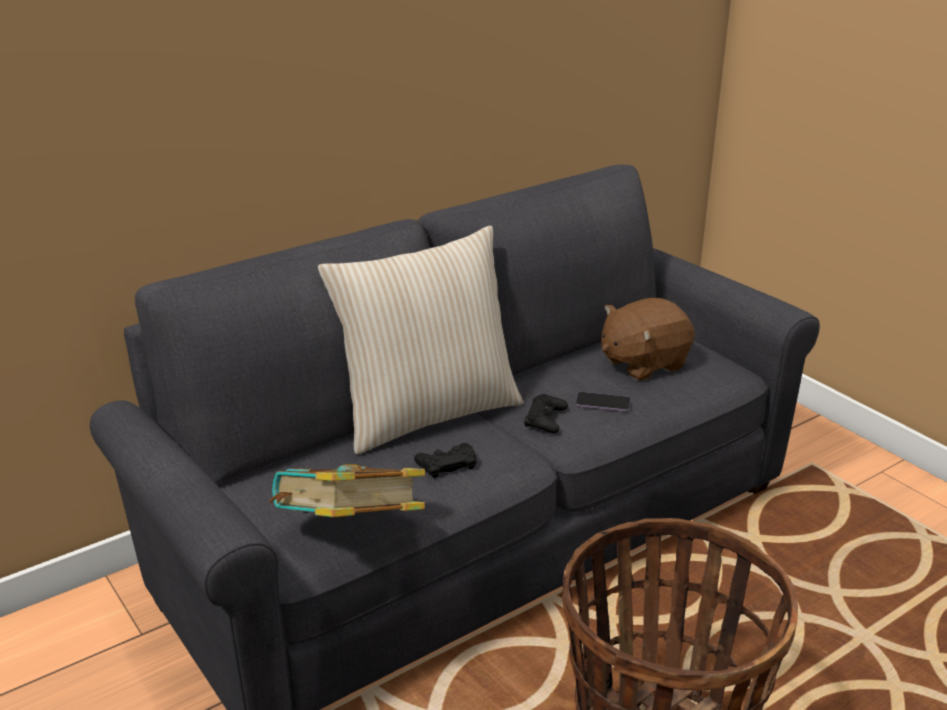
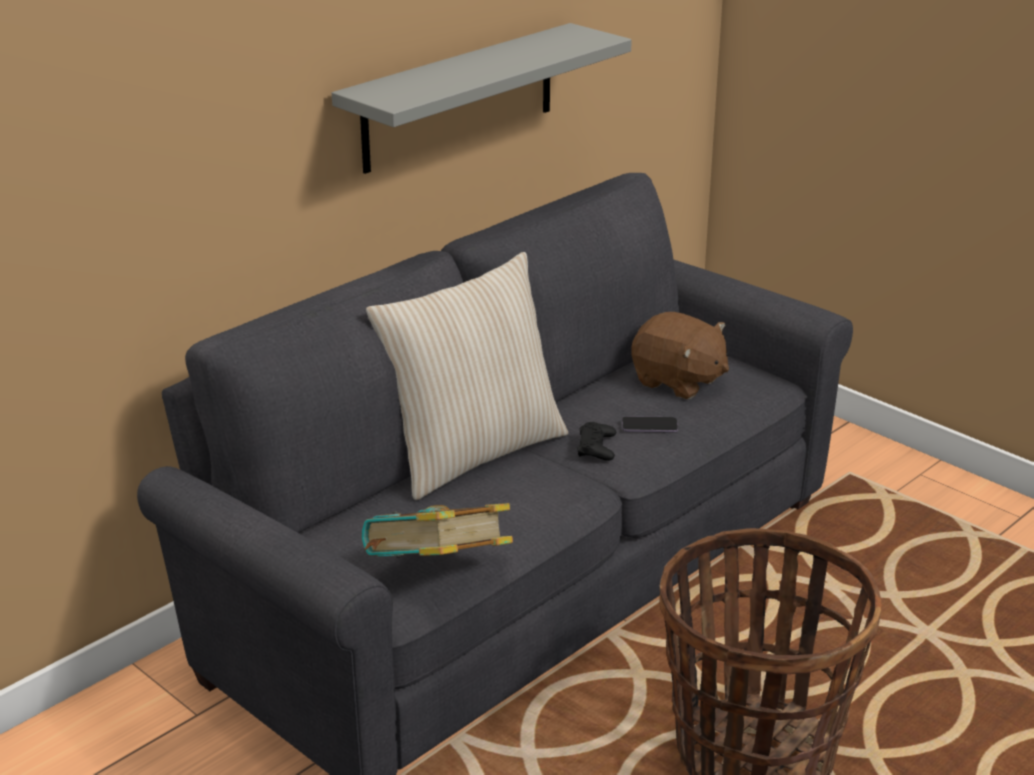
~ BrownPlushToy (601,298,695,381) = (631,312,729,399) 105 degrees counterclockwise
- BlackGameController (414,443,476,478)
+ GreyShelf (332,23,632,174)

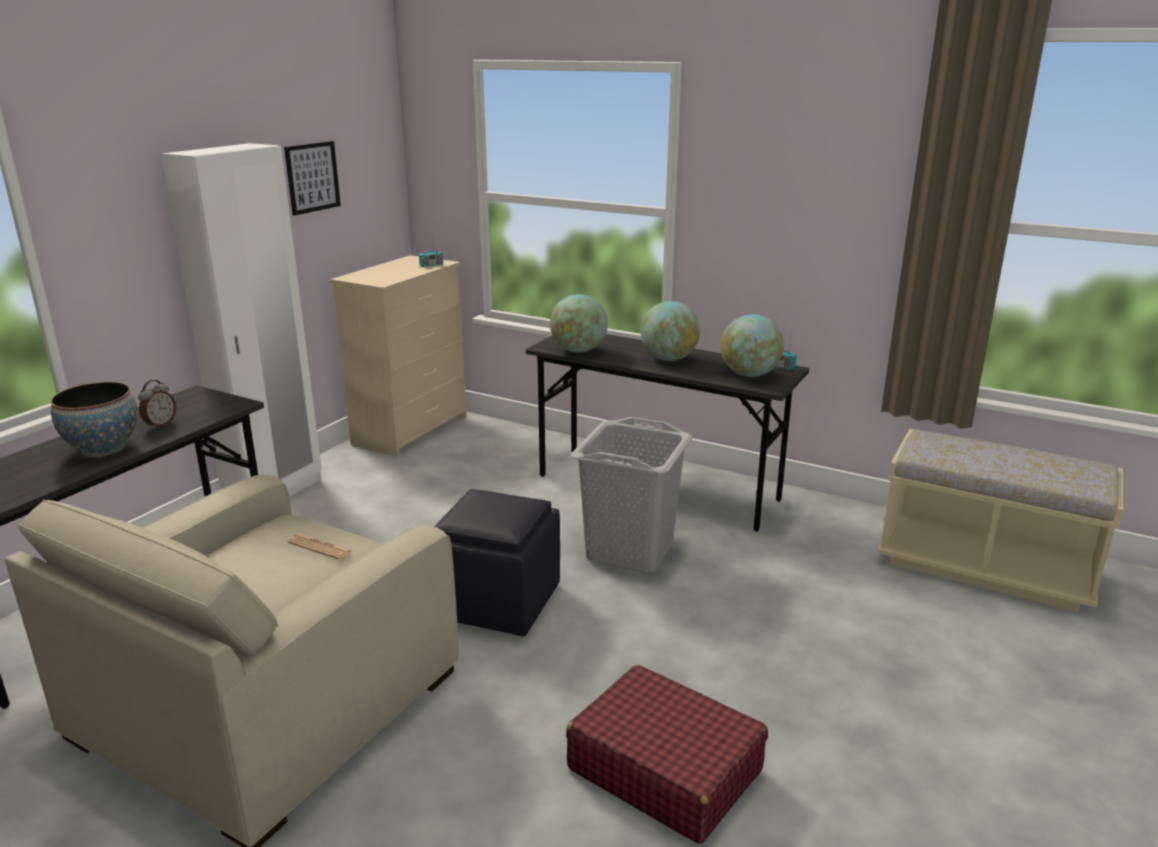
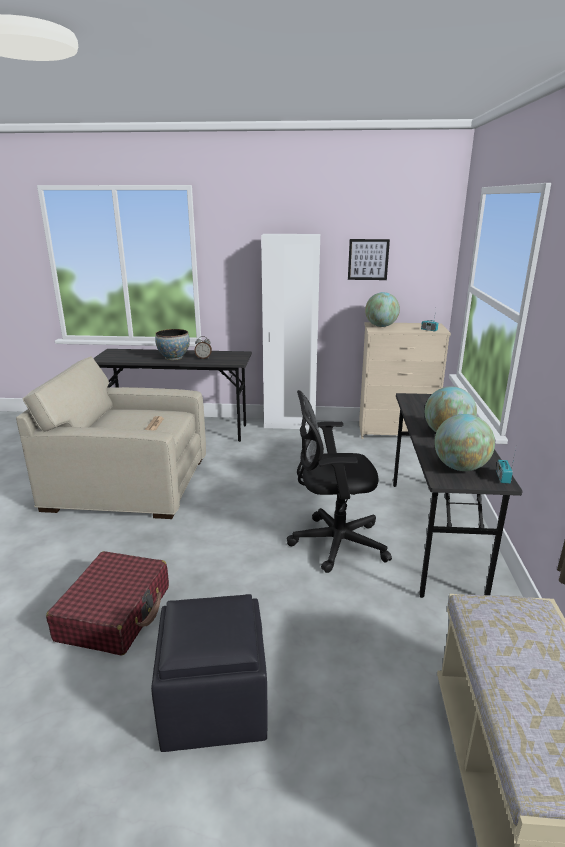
~ Globe (550,294,608,353) to (365,292,400,327)
~ GreyLaundryBasket (571,417,693,573) to BlackOfficeChair (287,390,392,573)
~ BlackOttoman (434,489,560,636) to (151,594,268,752)

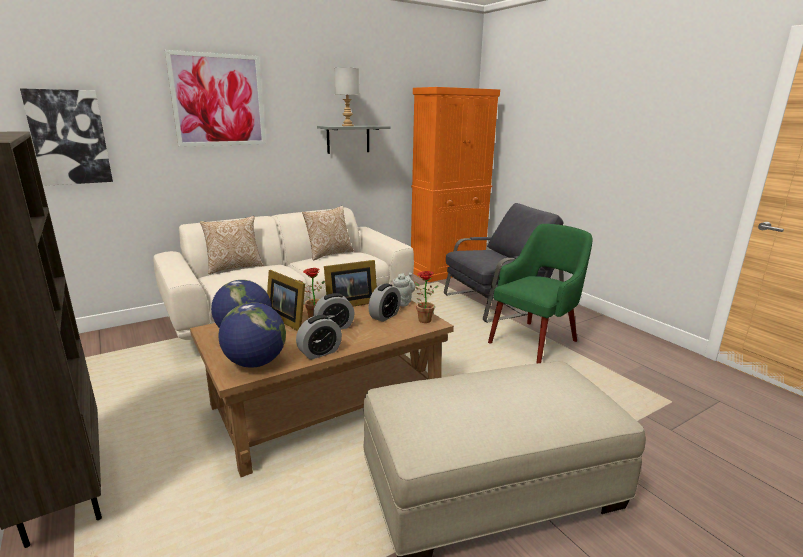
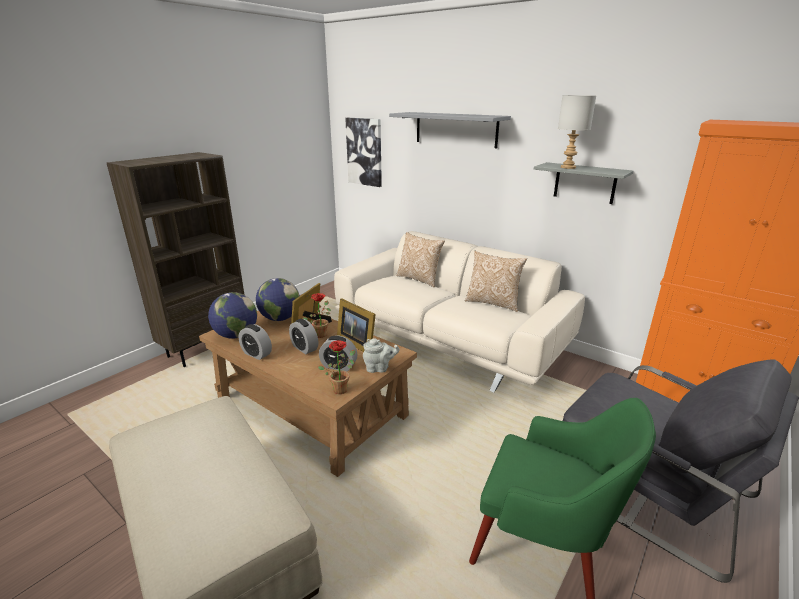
~ Picture (165,50,266,147) to GreyShelf (389,112,511,148)

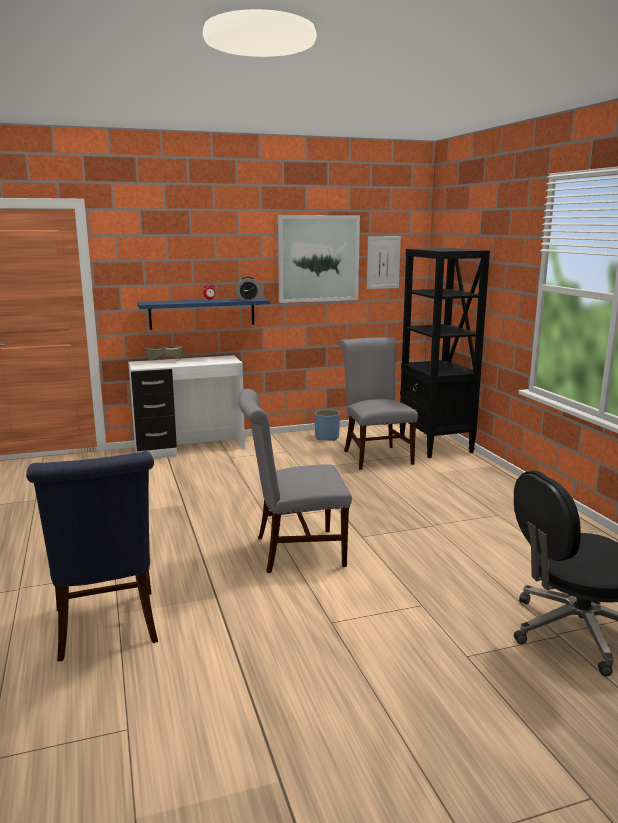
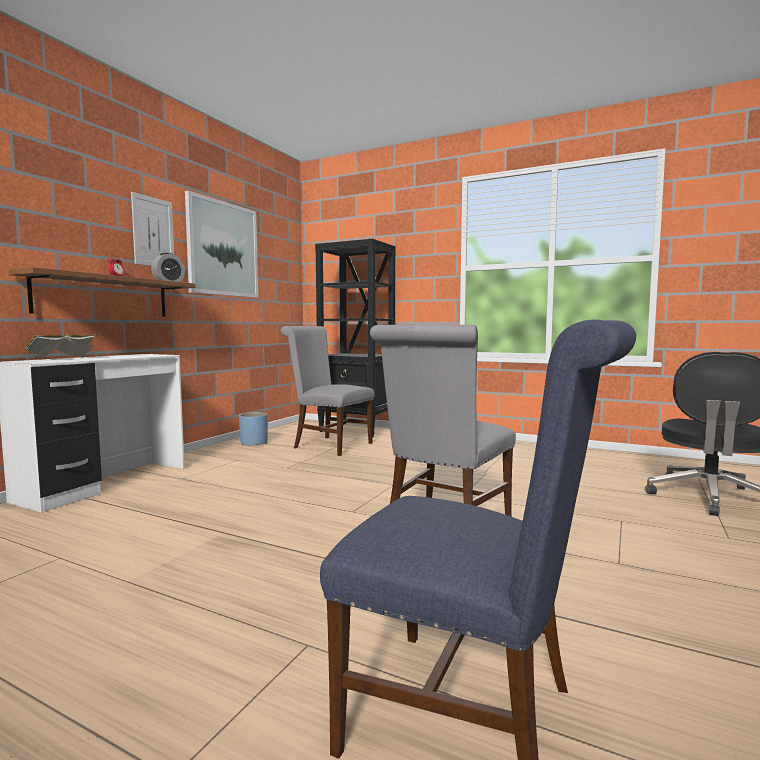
~ Picture (367,236,401,289) to (131,192,174,266)
~ BlueShelf (137,298,270,330) to BrownShelf (9,267,195,317)

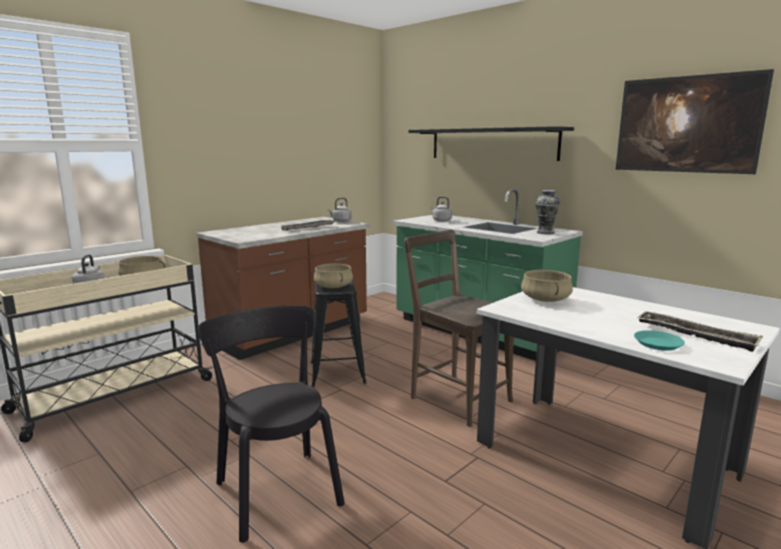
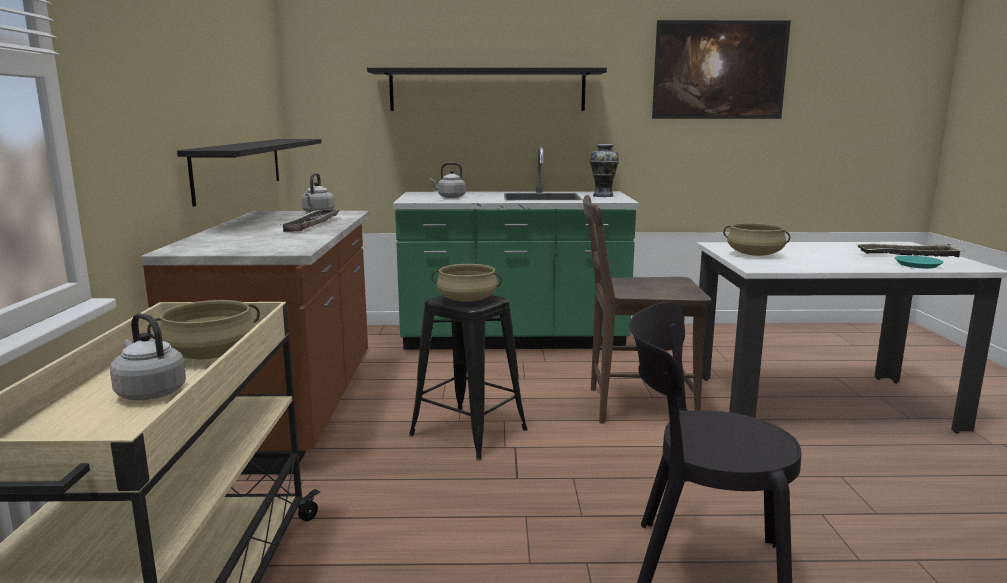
+ BlackShelf (177,139,322,207)

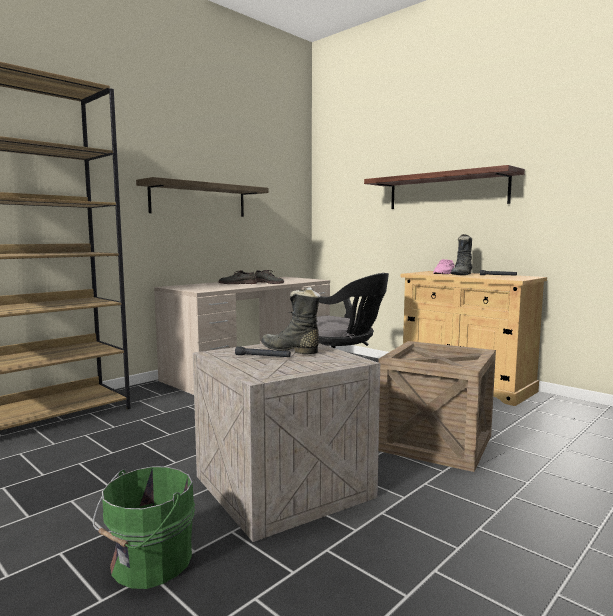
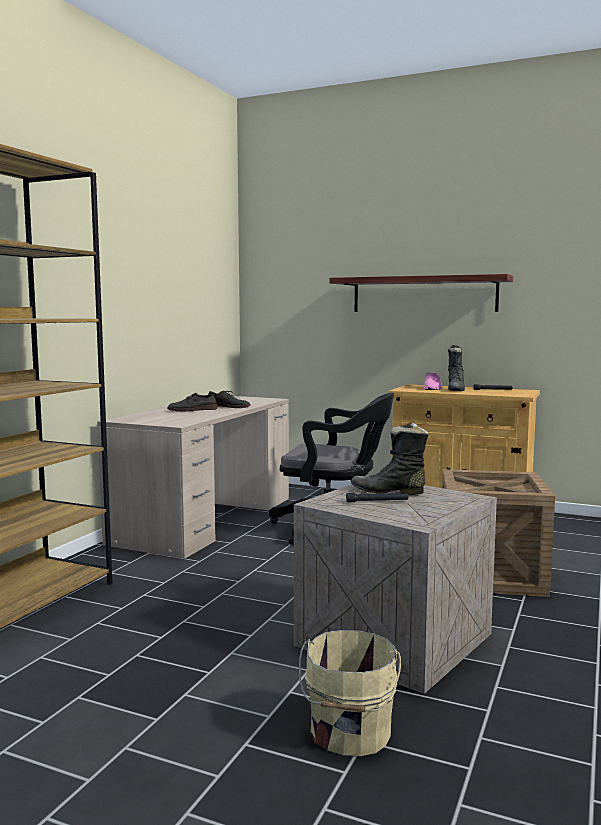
- Shelf (136,177,269,217)
~ GreenBucket (93,466,195,589) to BeigeBucket (299,630,401,756)

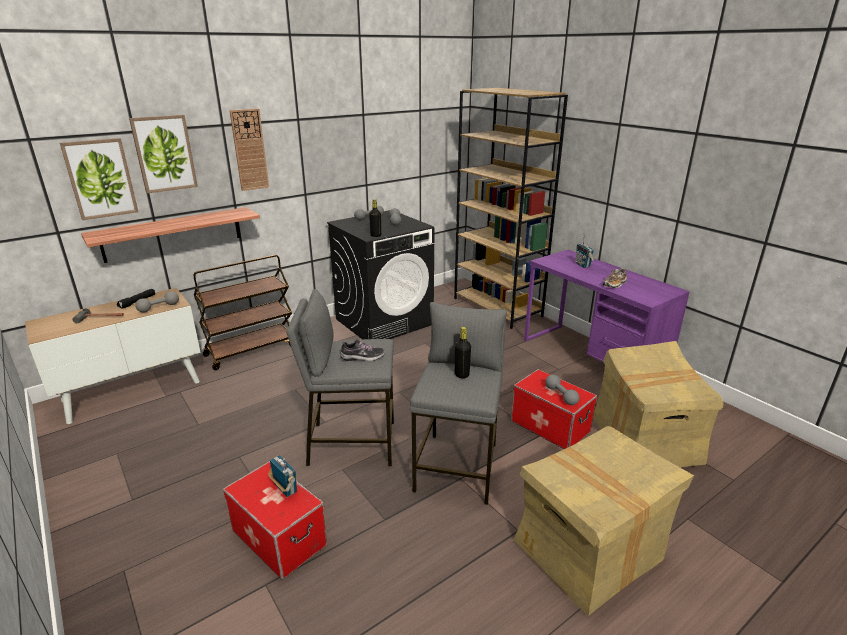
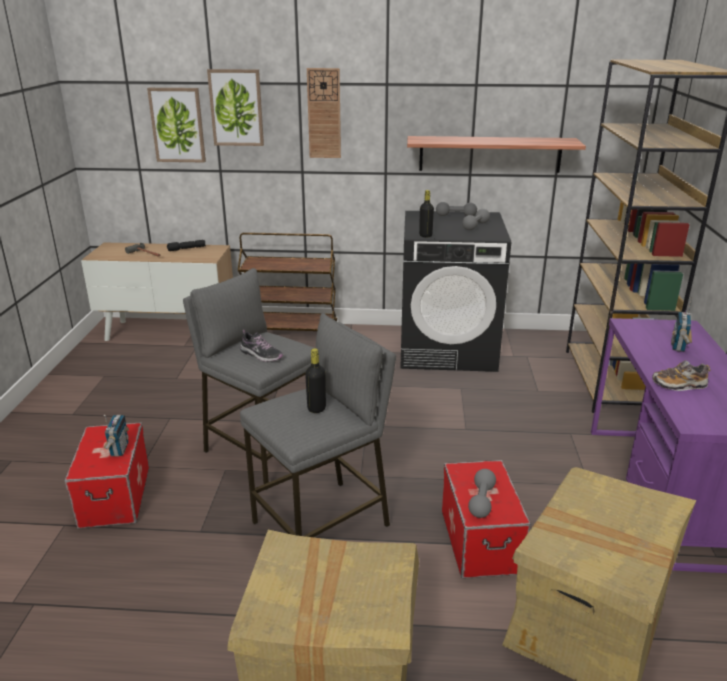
~ Shelf (81,207,260,263) to (407,136,586,173)
- GreyDumbbell (135,291,179,312)

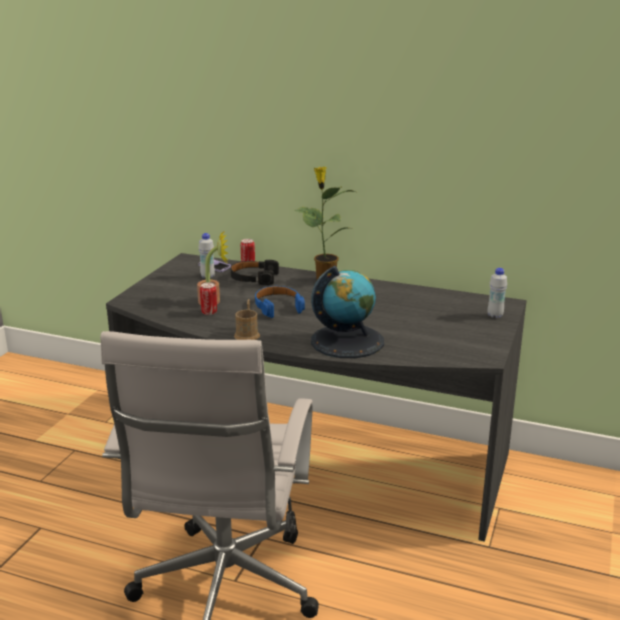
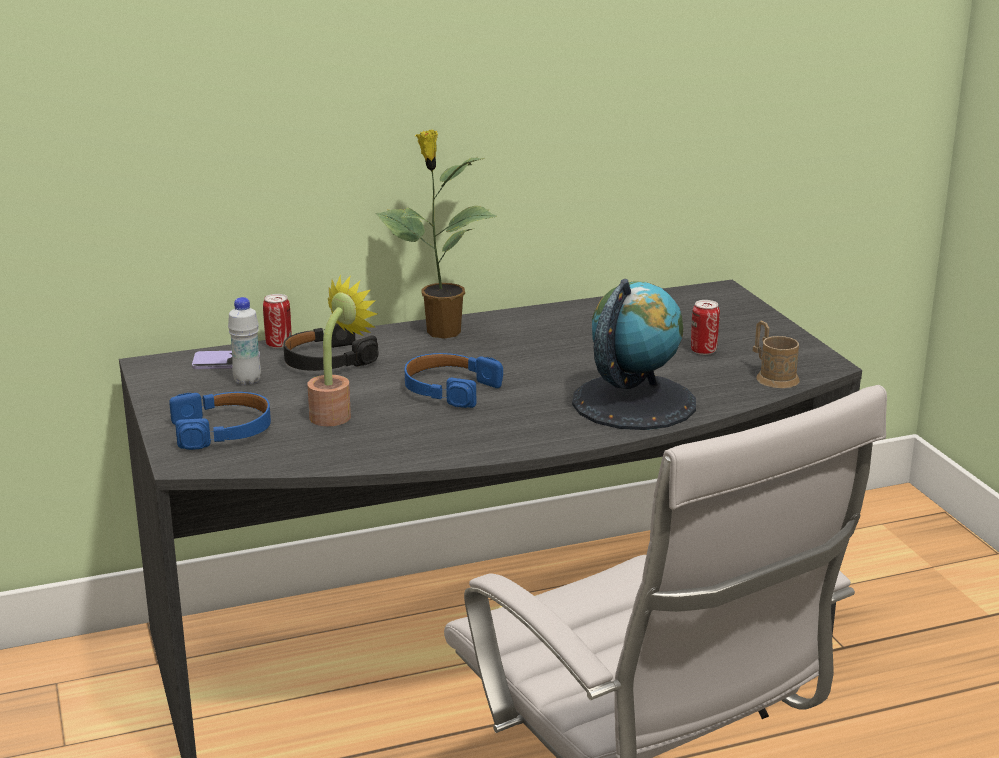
- WhiteBottle (488,268,507,318)
~ Can (200,282,217,315) to (691,300,720,355)
~ BrownMug (234,299,260,340) to (753,321,800,388)
+ BlueHeadphones (169,392,271,450)

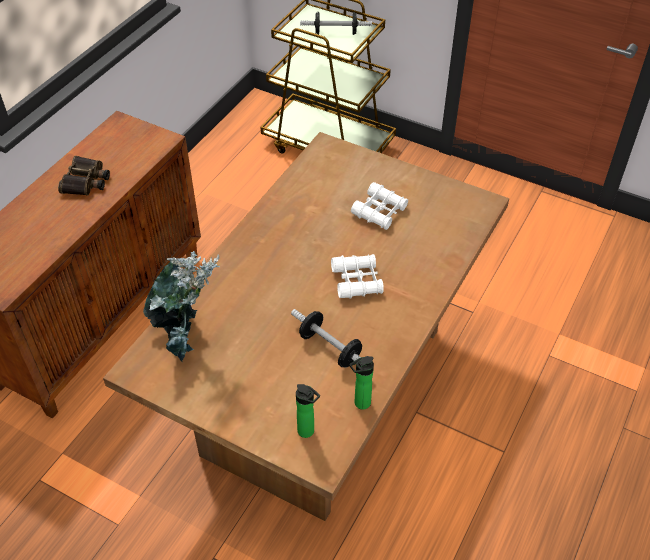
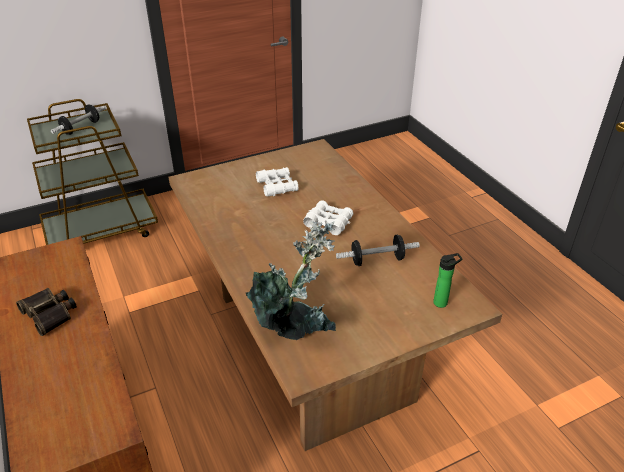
- Bottle (349,356,374,410)

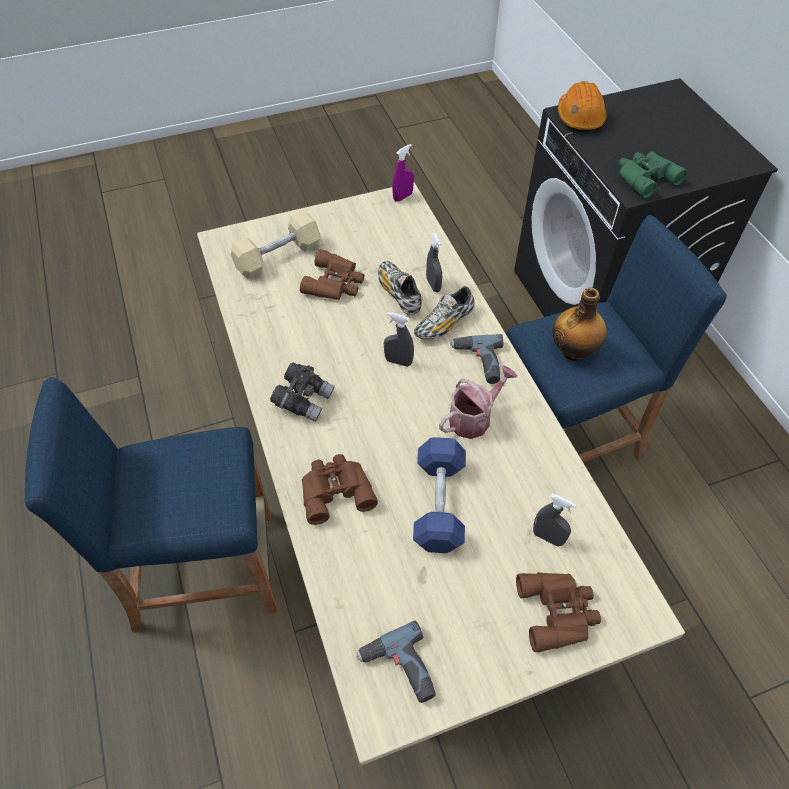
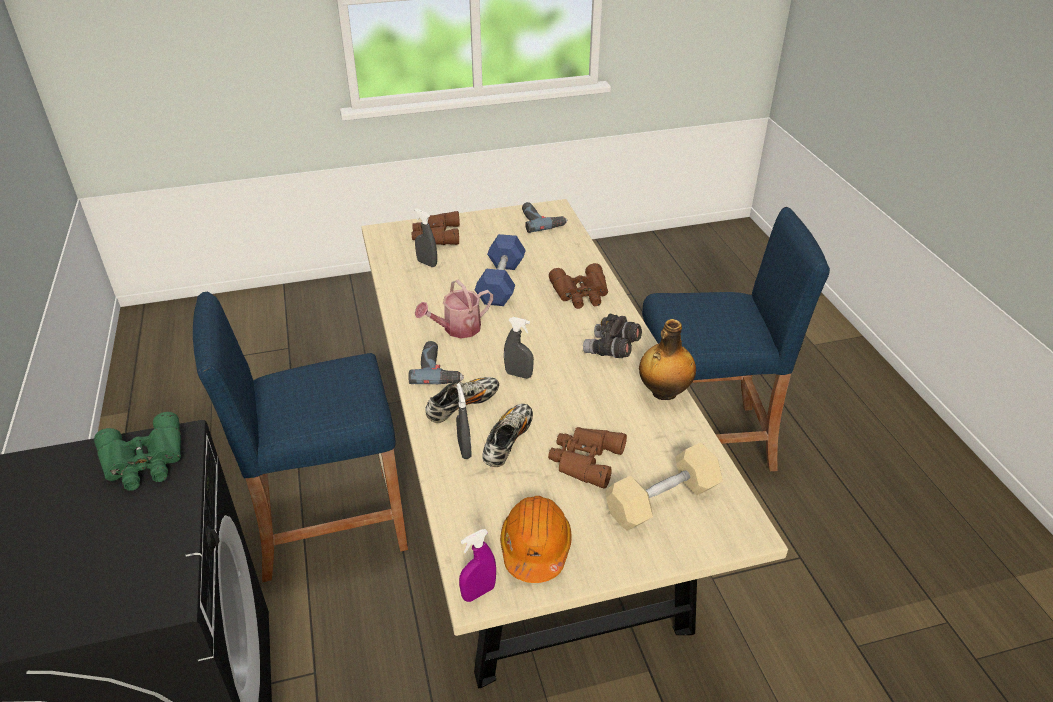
~ OrangeHardHat (558,81,607,132) to (500,496,572,583)
~ Shoe (378,261,422,315) = (482,404,533,467) 135 degrees counterclockwise
~ Bottle (553,288,607,361) to (639,319,696,400)

